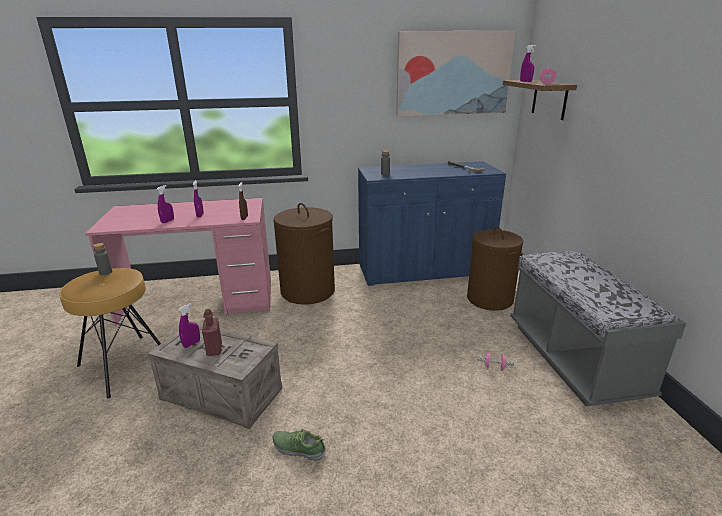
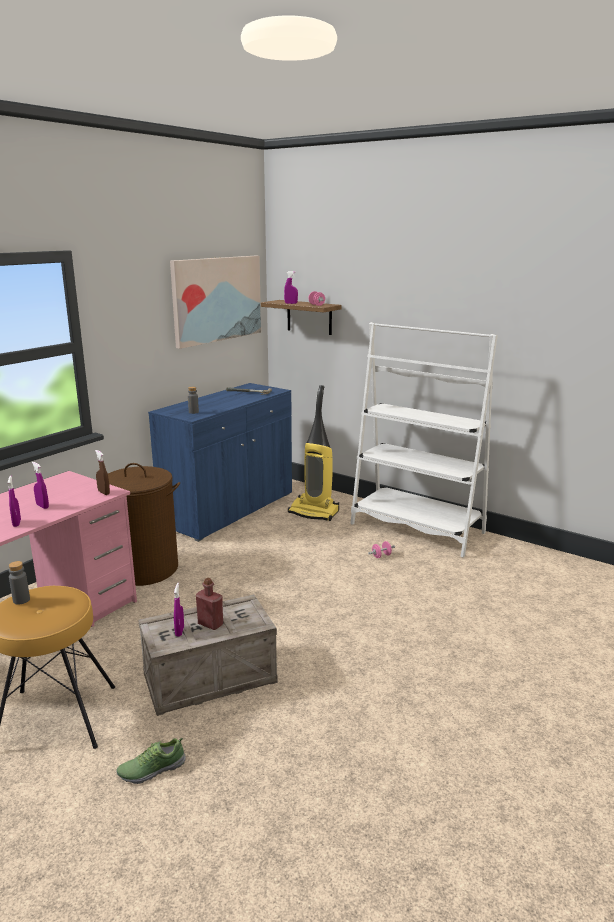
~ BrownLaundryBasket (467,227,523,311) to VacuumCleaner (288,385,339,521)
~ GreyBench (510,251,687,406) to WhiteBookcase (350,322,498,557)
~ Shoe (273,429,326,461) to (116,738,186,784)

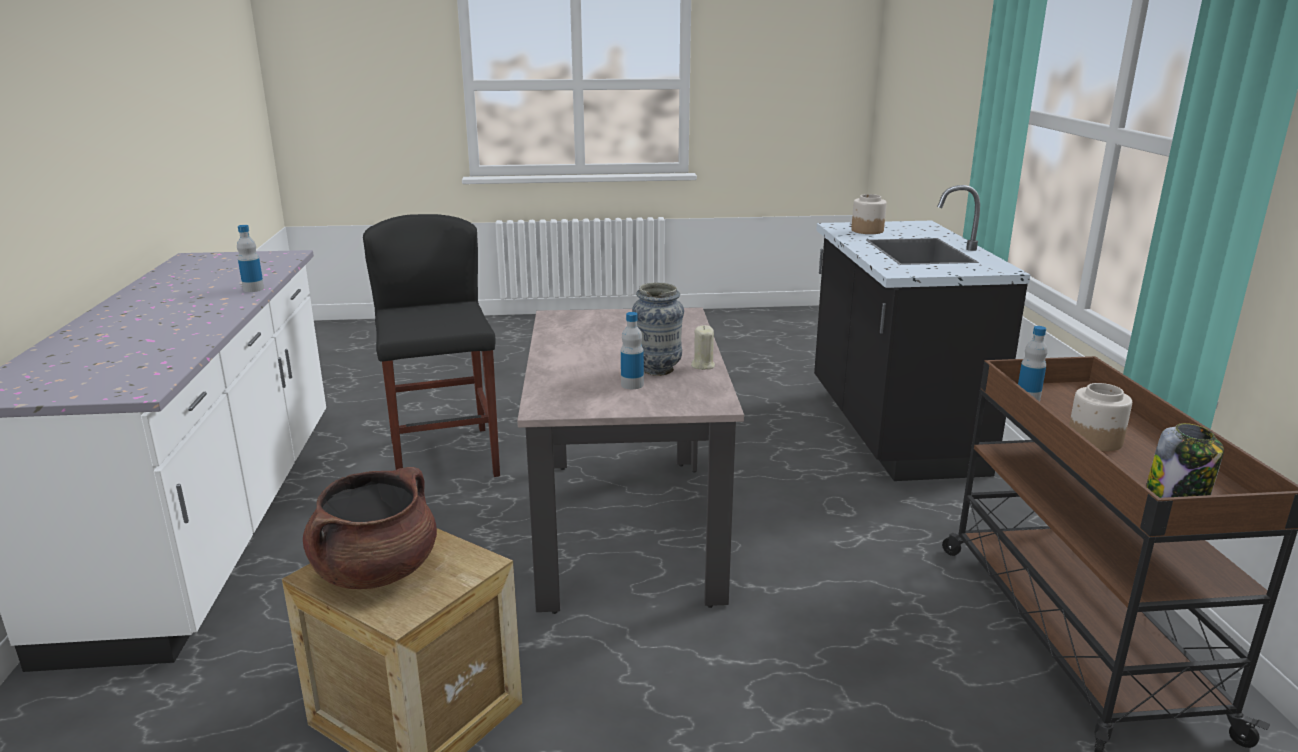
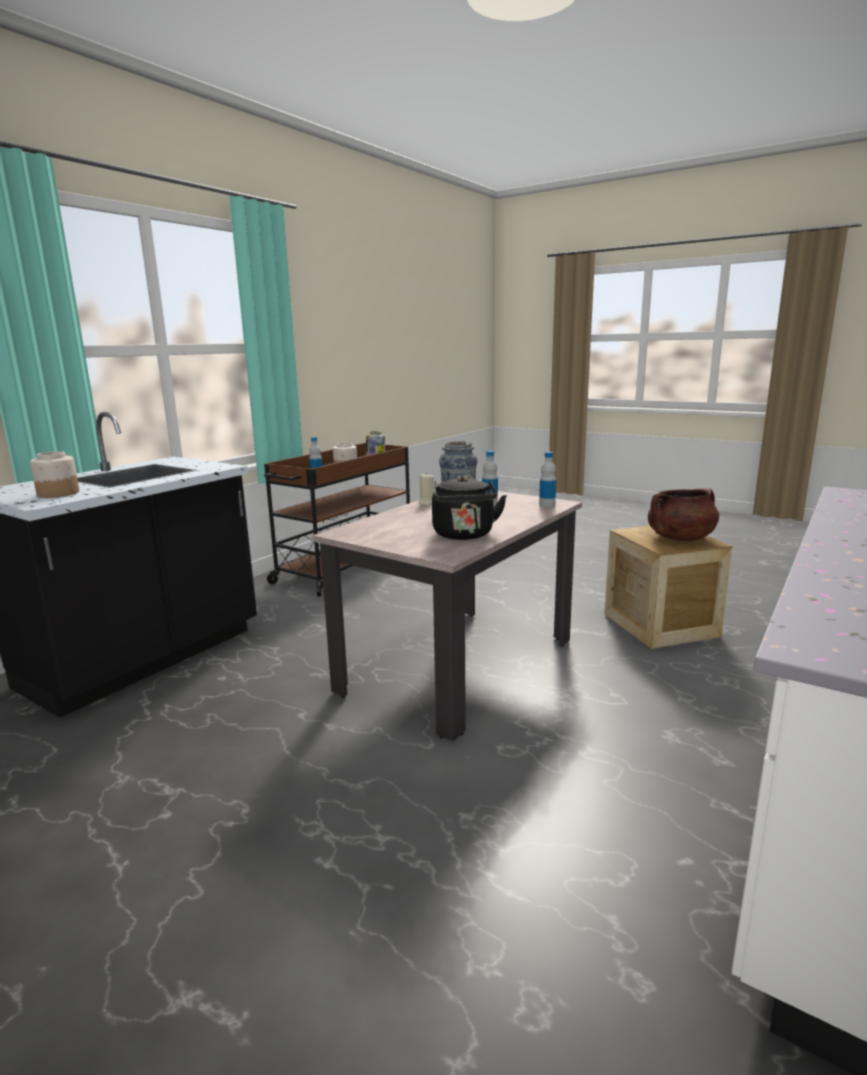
- BlackStool (363,214,500,477)
~ Bottle (237,225,264,292) to (539,452,556,507)
+ BlackKettle (432,476,507,540)

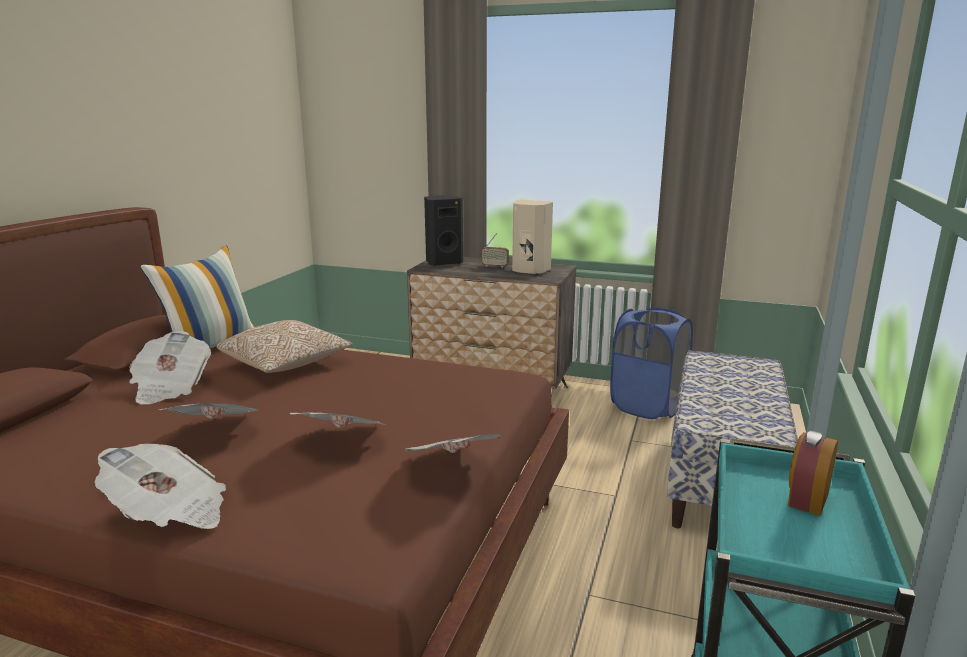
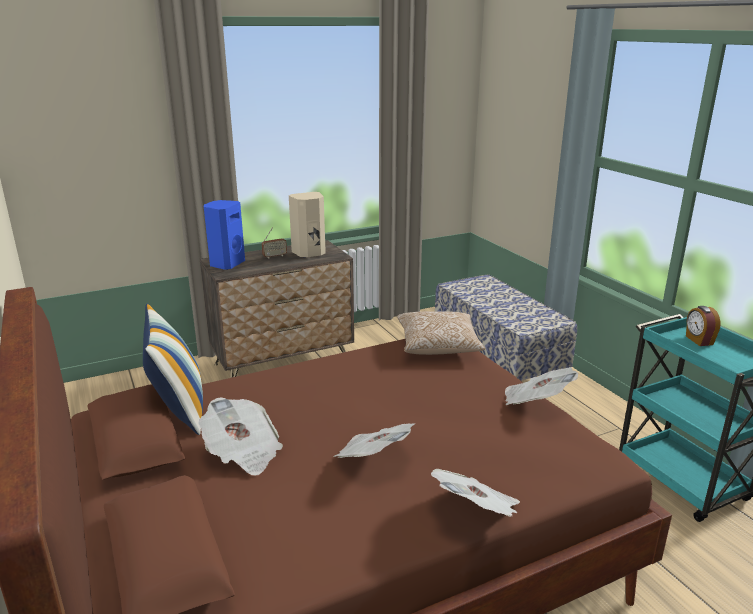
~ BlackSpeaker (424,195,463,266) to BlueSpeaker (204,200,245,270)
- BlueLaundryBasket (610,307,693,419)
~ Pillow (217,320,353,373) to (397,311,485,355)
- Newspaper (289,412,385,428)

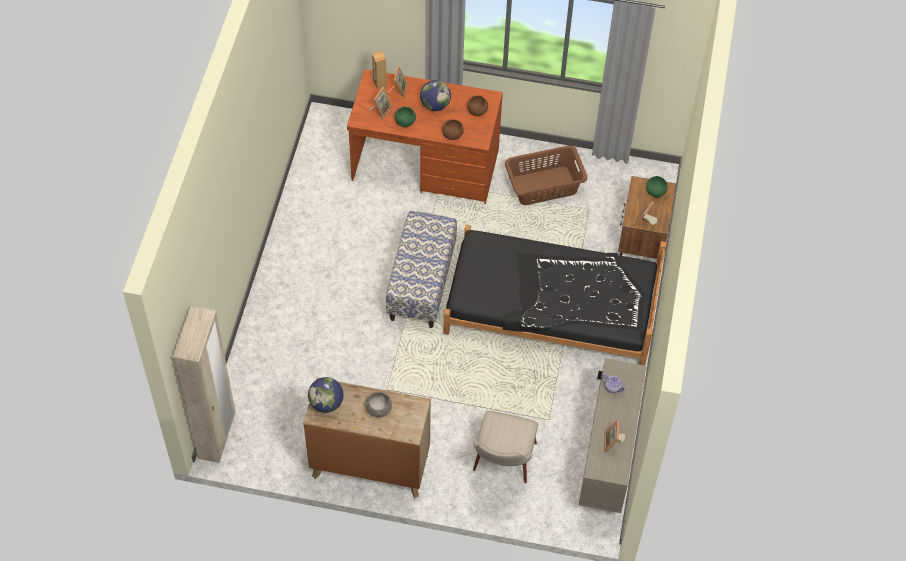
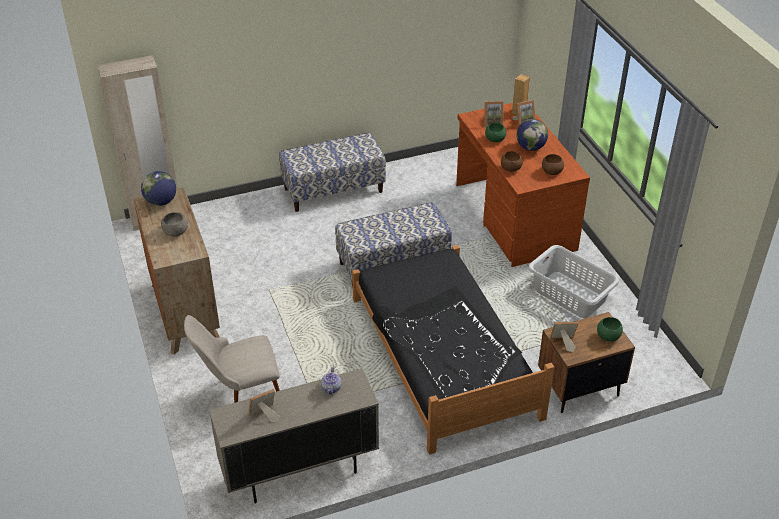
~ BrownLaundryBasket (505,145,587,205) to GreyLaundryBasket (528,245,619,318)
+ Bench (279,132,386,212)

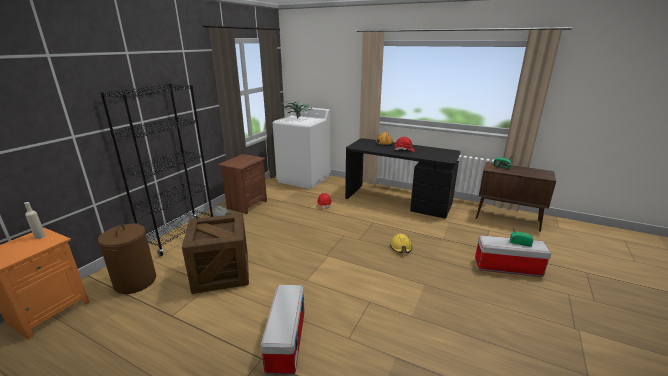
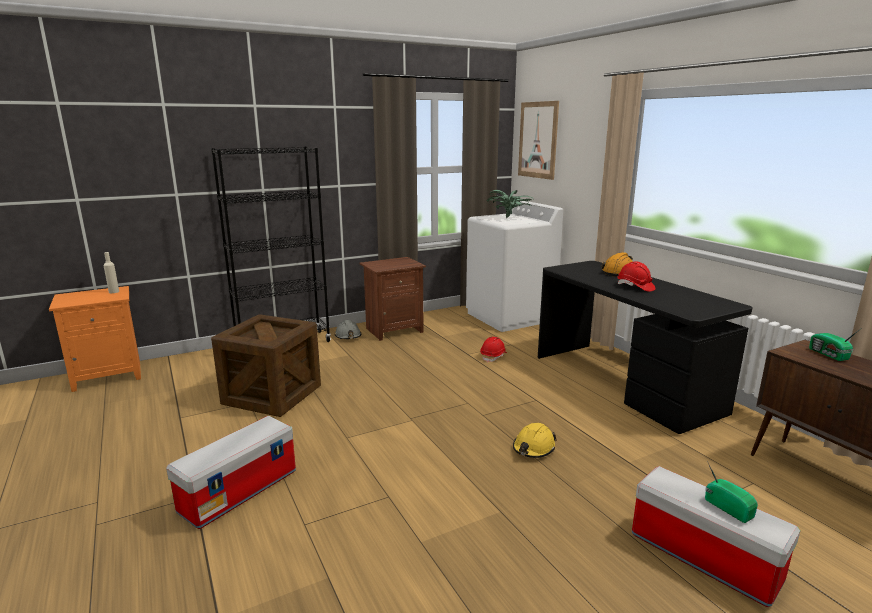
- BrownLaundryBasket (98,223,156,294)
+ Picture (518,101,559,180)

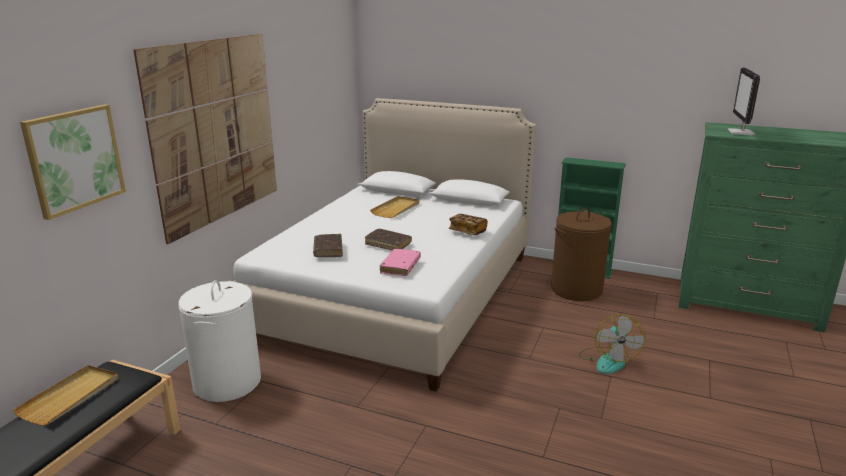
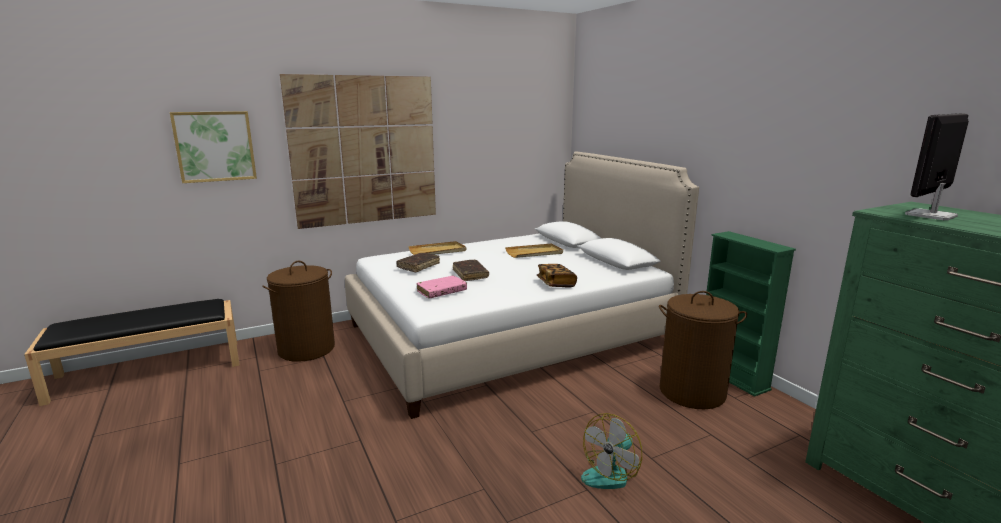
~ WhiteLaundryBasket (178,280,261,402) to BrownLaundryBasket (262,261,335,362)
~ BeigeTray (12,365,118,426) to (408,241,466,255)

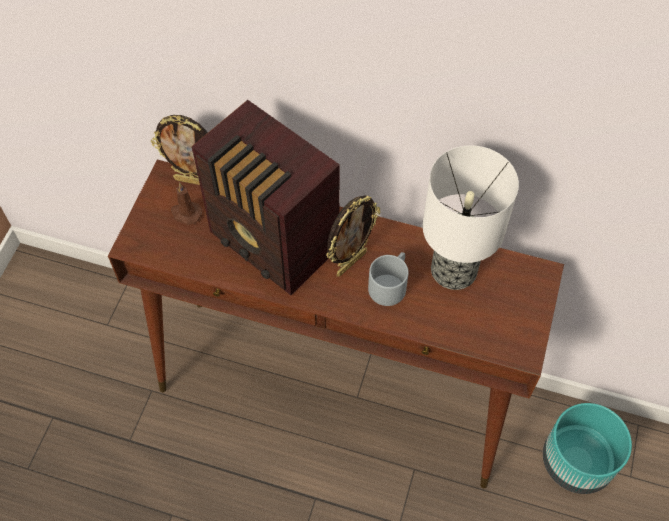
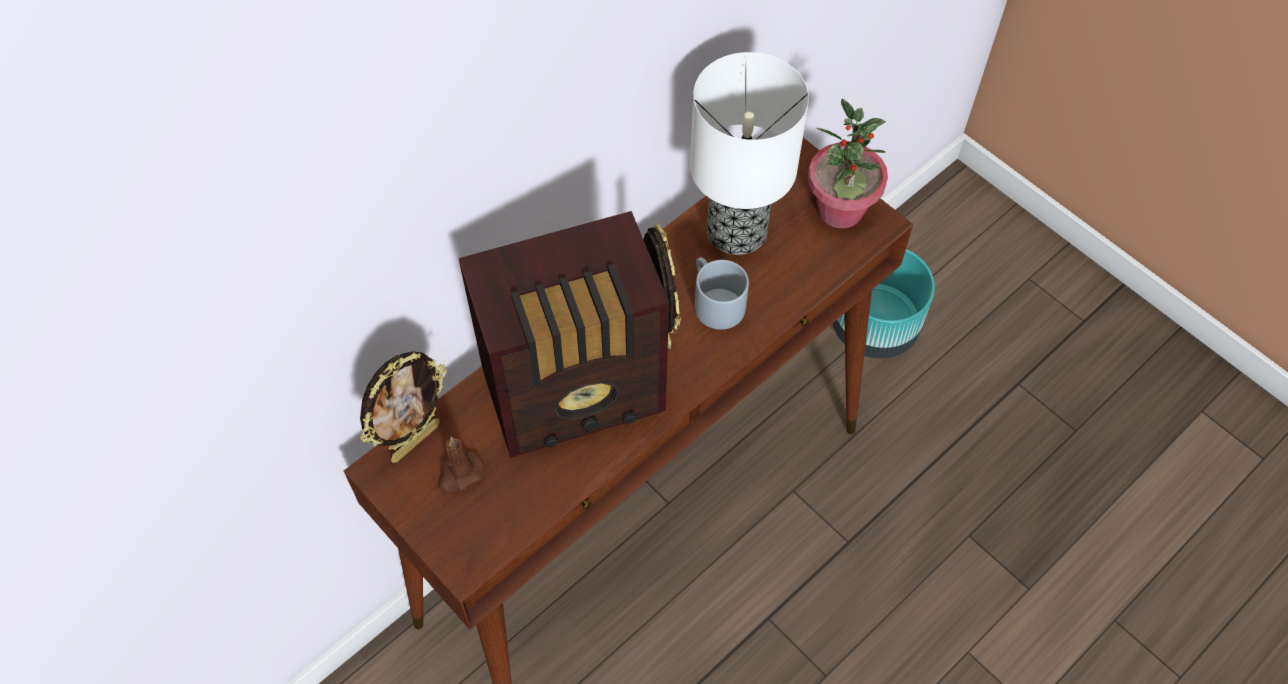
+ PottedPlant (808,98,888,228)

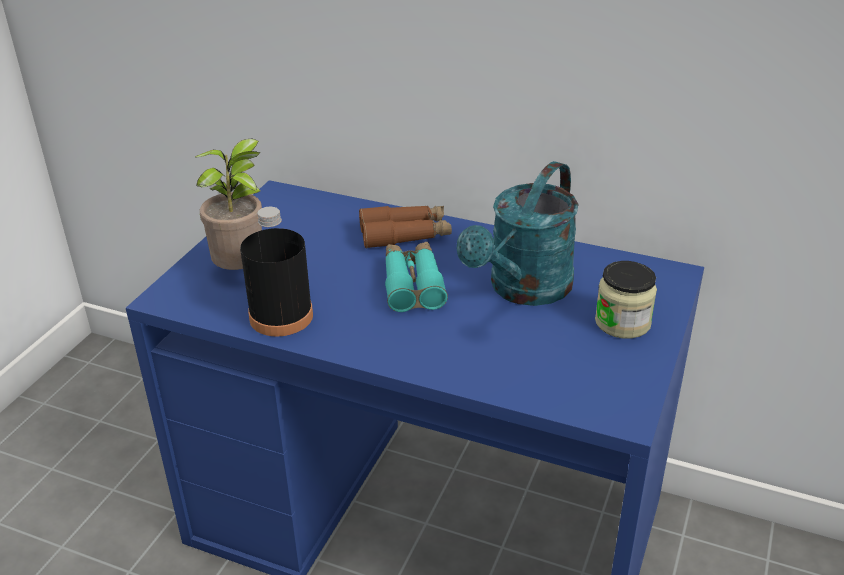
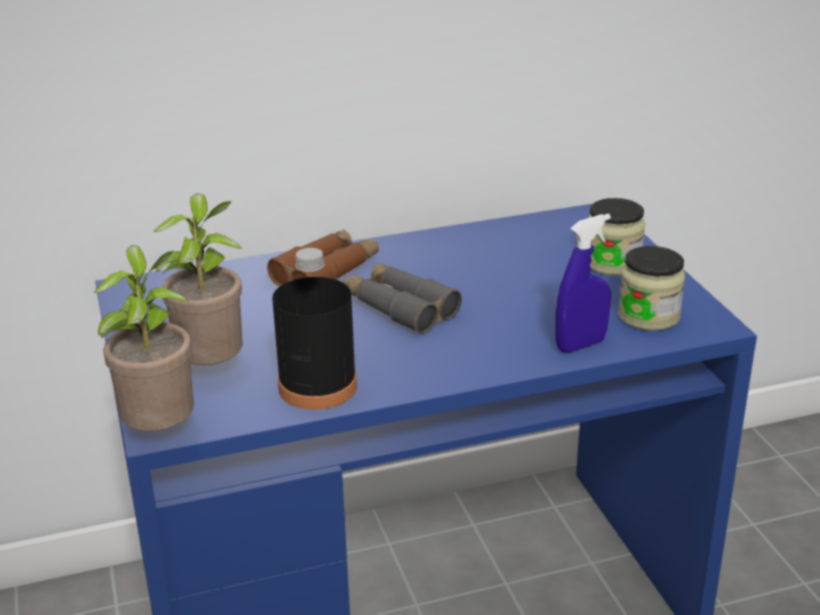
- TurquoiseWateringCan (457,161,578,306)
~ TurquoiseBinoculars (385,242,448,312) to GreyBinoculars (343,262,462,334)
+ BlueSprayBottle (555,214,611,352)
+ PottedPlant (94,246,194,431)
+ Jar (618,246,685,331)

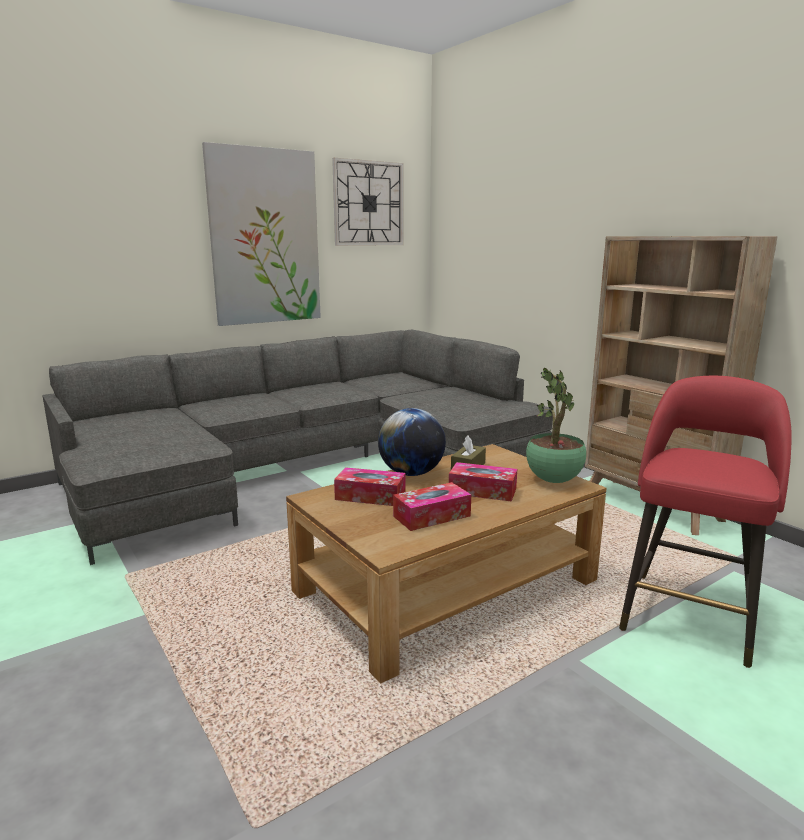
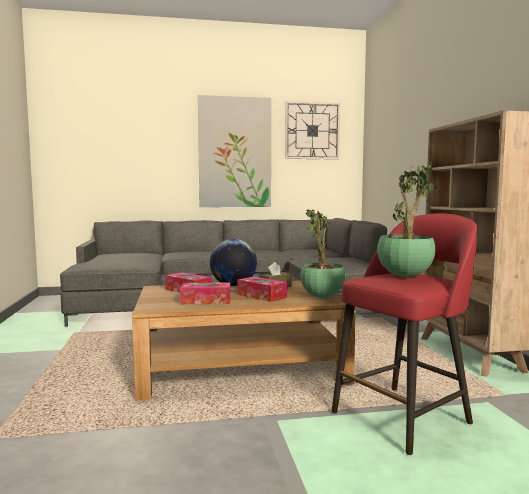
+ PottedPlant (377,165,436,277)

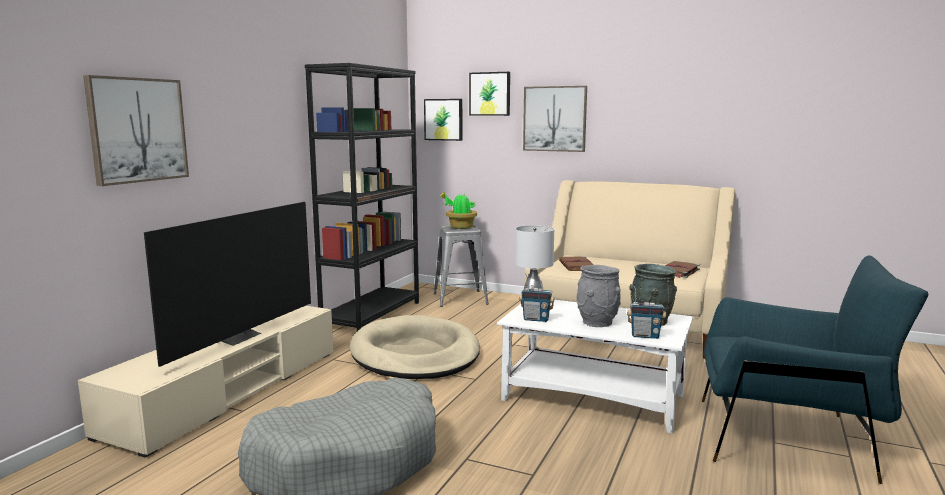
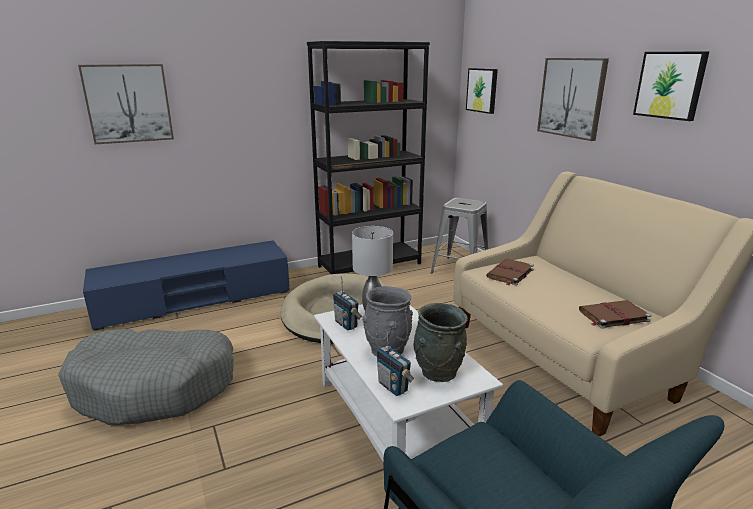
~ Picture (469,72,510,116) to (633,52,709,121)
- PottedPlant (440,192,477,229)
- Television (144,202,311,367)
~ BeigeTvStand (78,306,333,458) to BlueTvStand (83,240,290,331)

